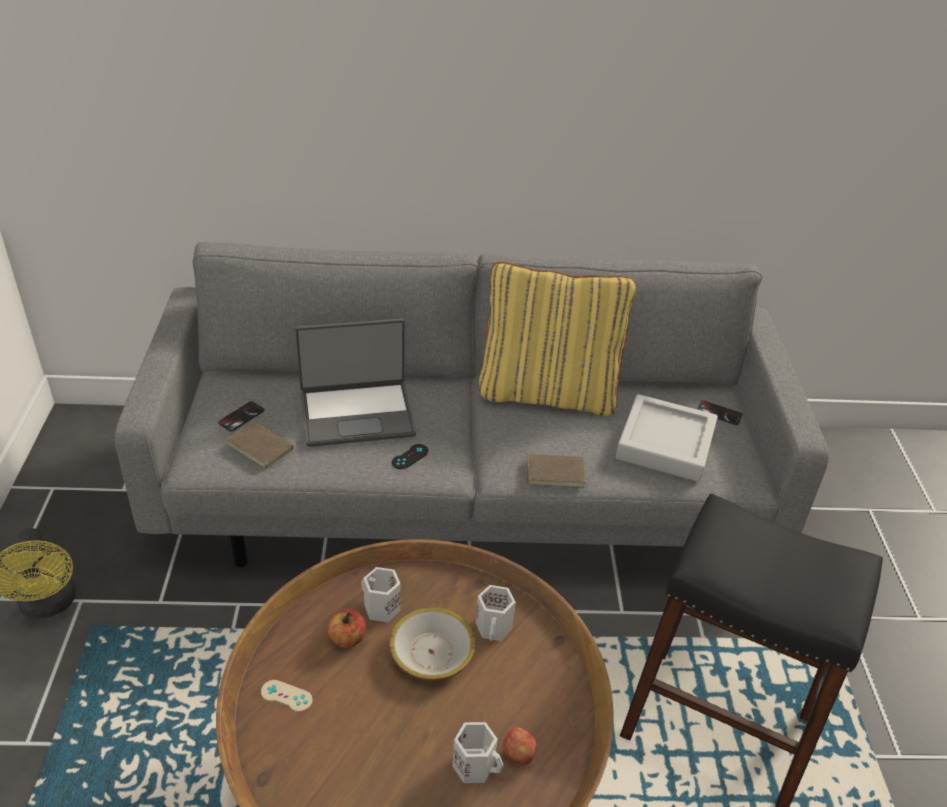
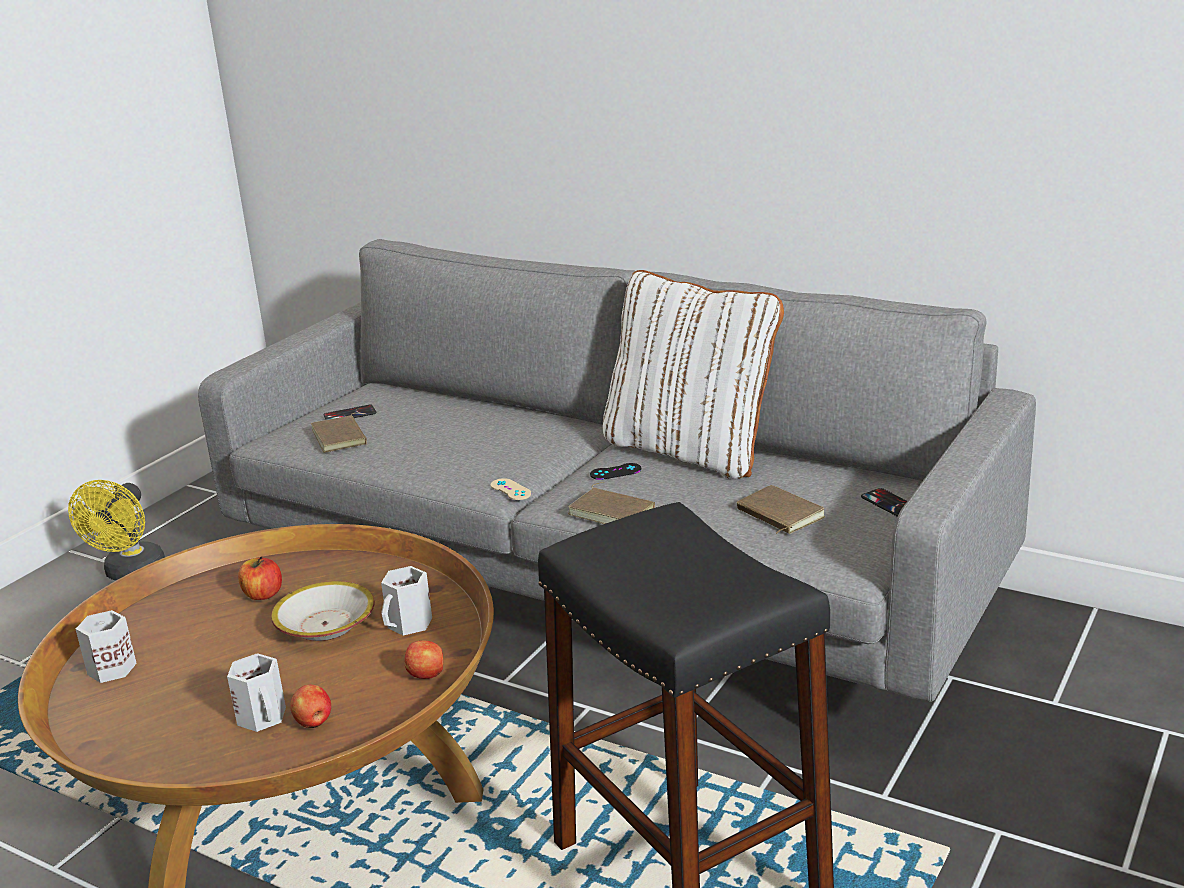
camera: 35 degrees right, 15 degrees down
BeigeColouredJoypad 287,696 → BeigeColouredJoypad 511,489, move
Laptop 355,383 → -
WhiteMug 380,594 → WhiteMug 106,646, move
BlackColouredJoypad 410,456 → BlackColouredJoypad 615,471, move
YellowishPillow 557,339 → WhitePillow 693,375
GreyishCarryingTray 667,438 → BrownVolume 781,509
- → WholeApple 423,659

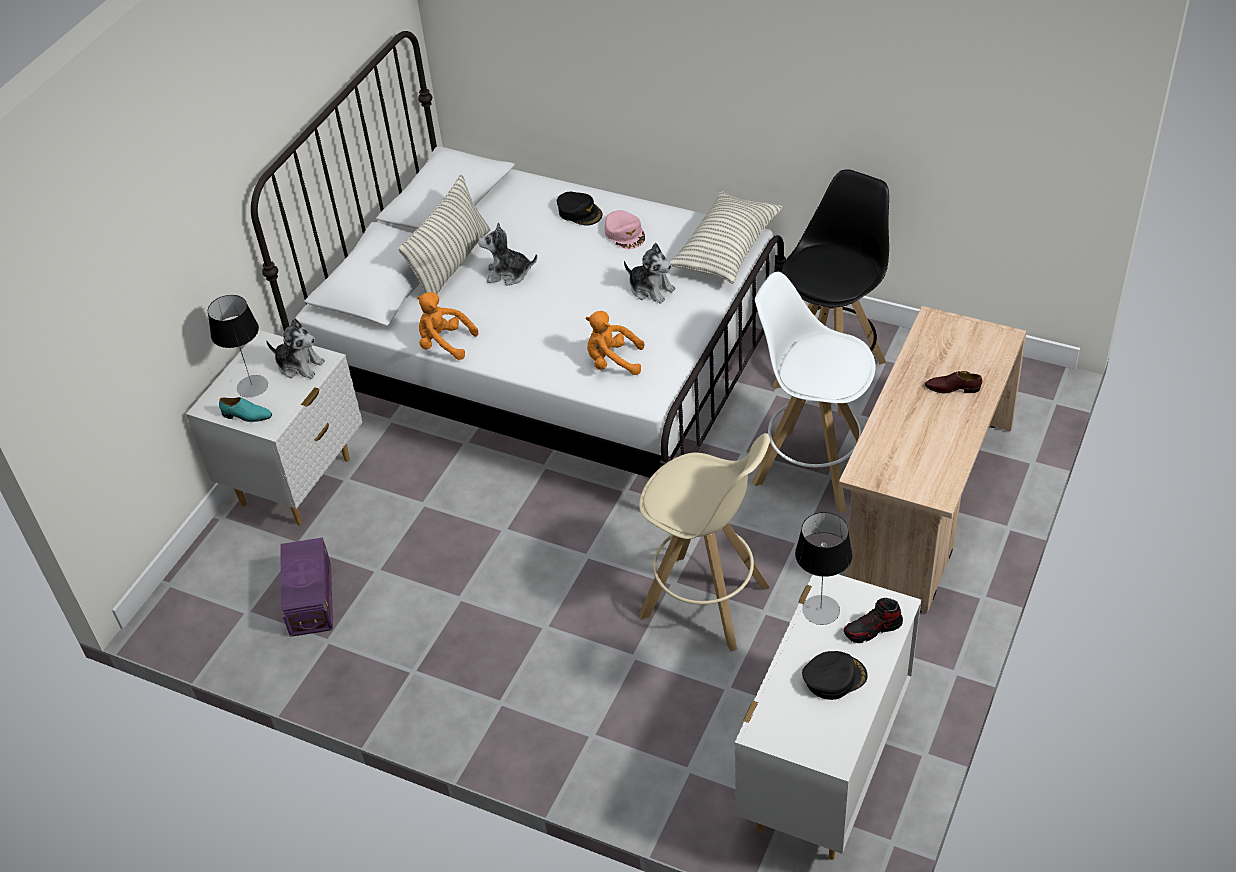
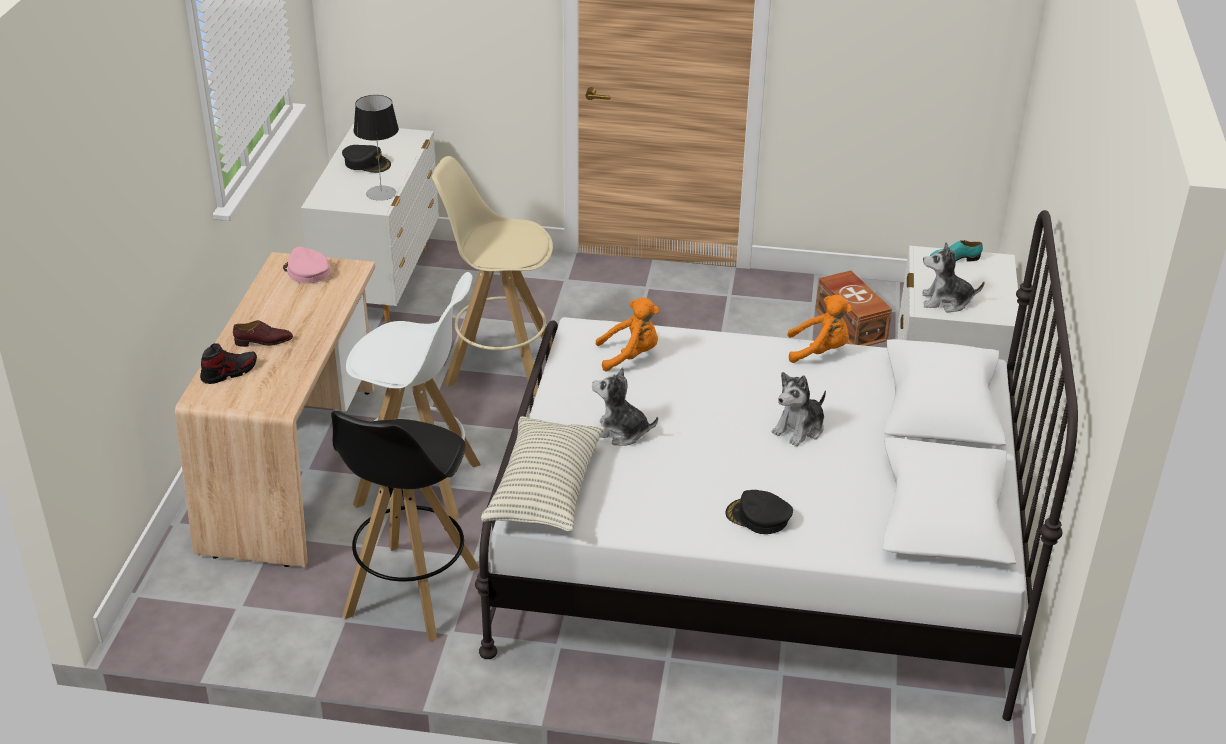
camera: 160 degrees right, 10 degrees down
LampForATable 238,346 → -
PurpleColouredStorageBin 307,587 → BrownStorageBin 853,308
Pillow 444,234 → -
CuddlyToy 507,254 → CuddlyToy 799,409, 150 degrees clockwise
PinkBaseballCap 625,229 → PinkBaseballCap 306,265, move
BlackColouredBaseballCap 835,675 → BlackColouredBaseballCap 366,159, 120 degrees counterclockwise
ItemOfFootwear 873,620 → ItemOfFootwear 228,363, move

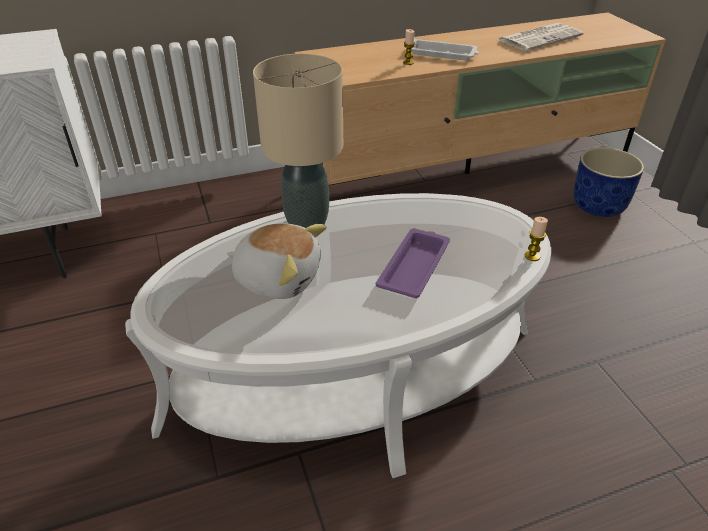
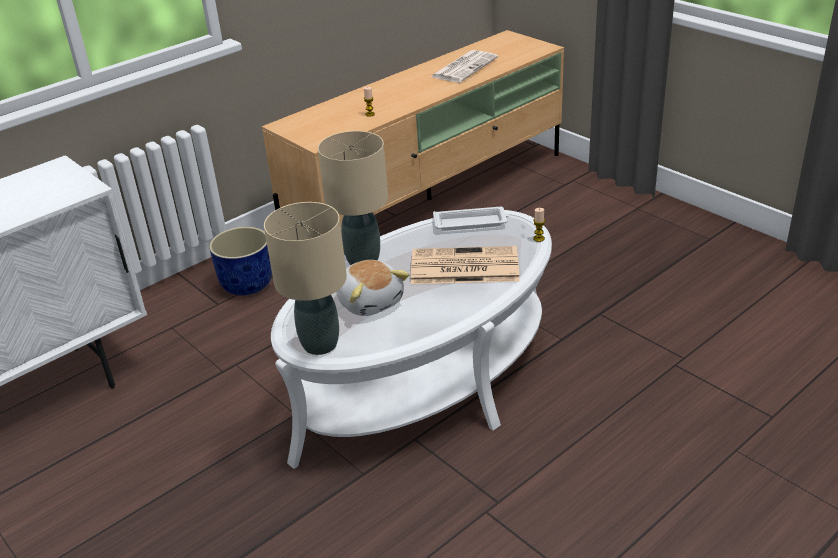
camera: 20 degrees left, 5 degrees down
CuddlyToy 276,261 → CuddlyToy 372,288, 60 degrees clockwise
PurpleColouredCarryingTray 413,263 → Newspaper 465,265
WhiteCarryingTray 442,49 → WhiteCarryingTray 471,219, move
BluishPlanter 608,182 → BluishPlanter 240,261, move
- → BeigeColouredLampForATable 305,278

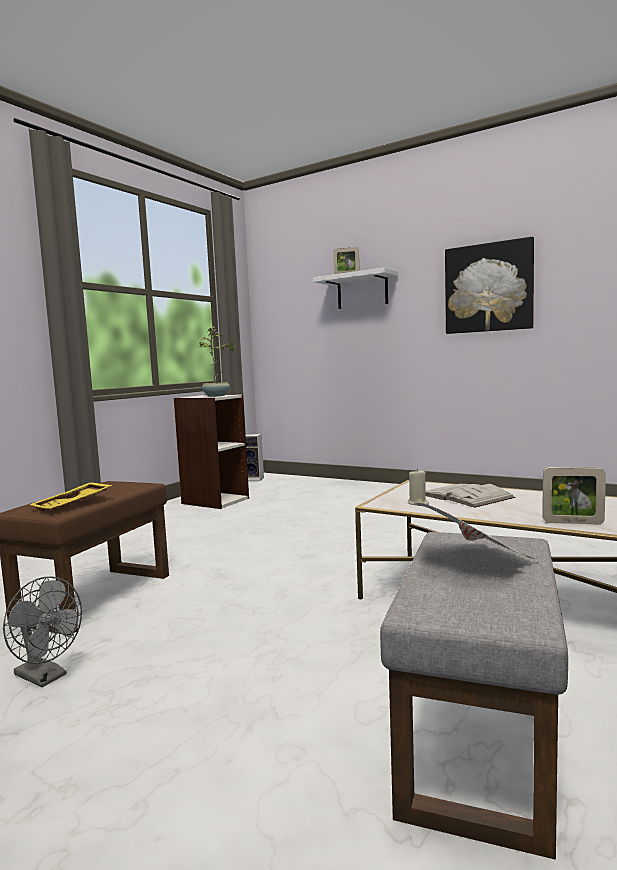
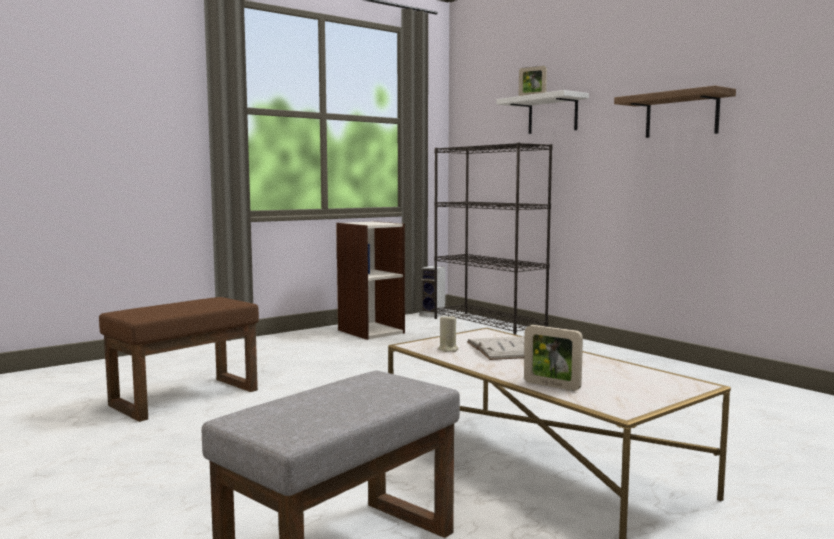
camera: 20 degrees right, 0 degrees up
GreyishElectricFan 42,631 → -
YellowishCarryingTray 71,496 → -
PottedPlant 217,362 → -
Newspaper 476,530 → -
WallPicture 489,285 → WallShelf 675,112
- → BlackColouredBookshelf 493,238

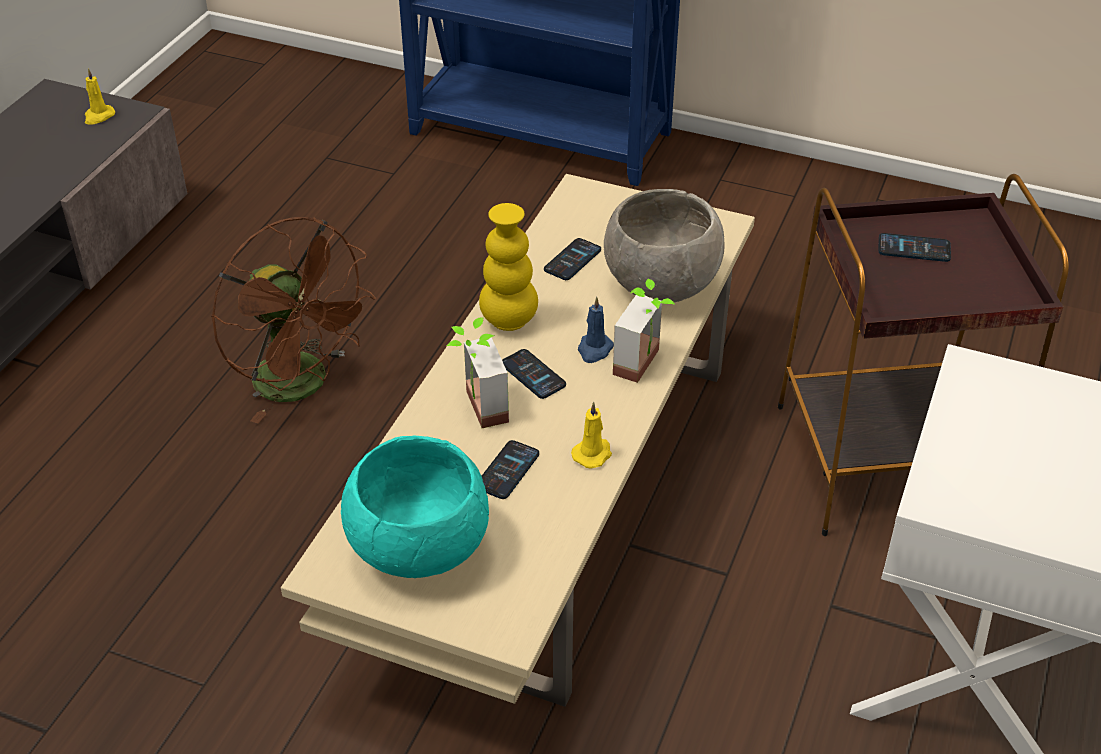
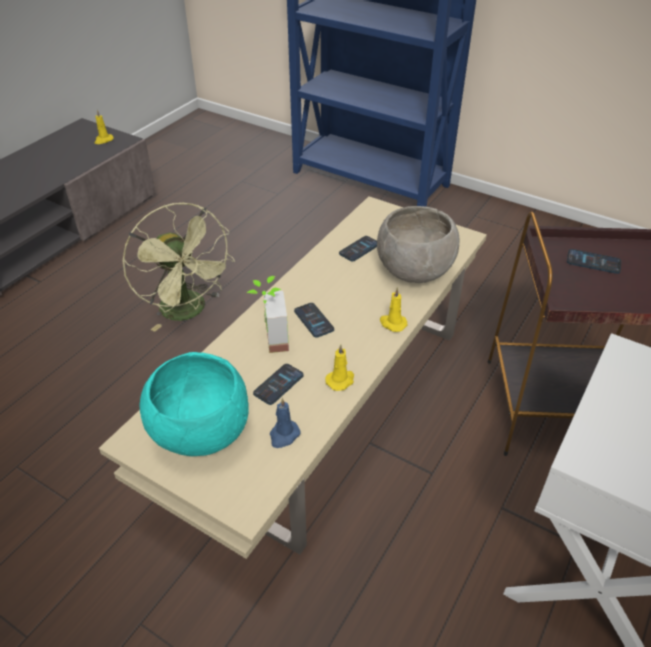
camera: 10 degrees right, 0 degrees up
BrownElectricFan 293,320 → GreenColouredElectricFan 178,267
YellowishDecorativeVase 508,267 → -
BluishCandle 596,330 → BluishCandle 285,423, move
PottedPlant 644,331 → YellowishCandle 393,310

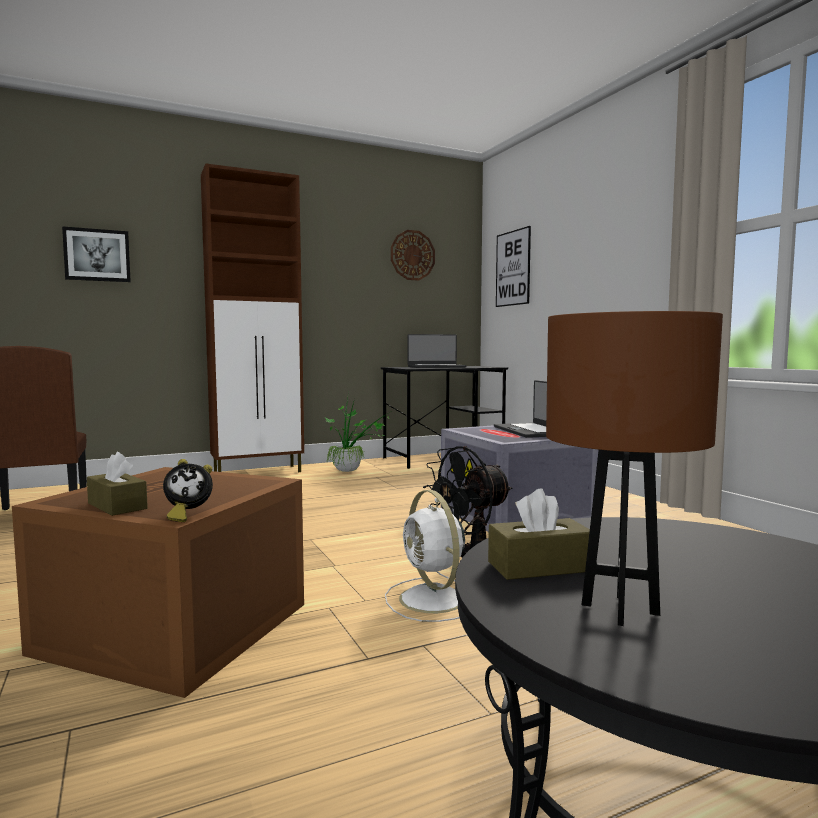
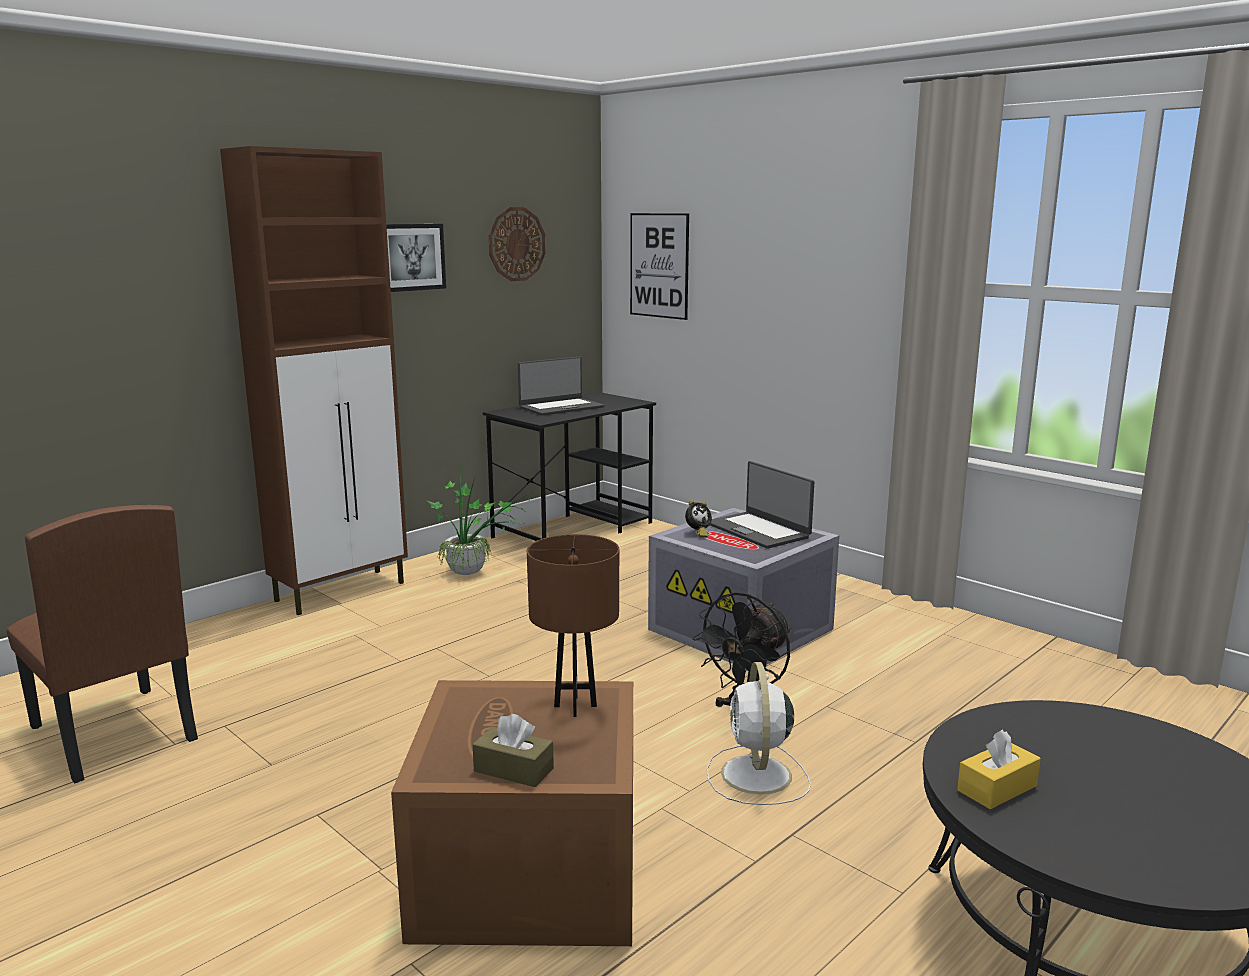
camera: 20 degrees left, 10 degrees up
WallPicture 96,254 → WallPicture 416,258, move
BedsideClock 188,490 → BedsideClock 698,519, move
WhiteElectricFan 425,556 → WhiteElectricFan 759,733, 45 degrees clockwise
BrownTissueBox 539,534 → YellowishTissueBox 999,769
BrownLampForATable 634,468 → BrownLampForATable 573,625, move

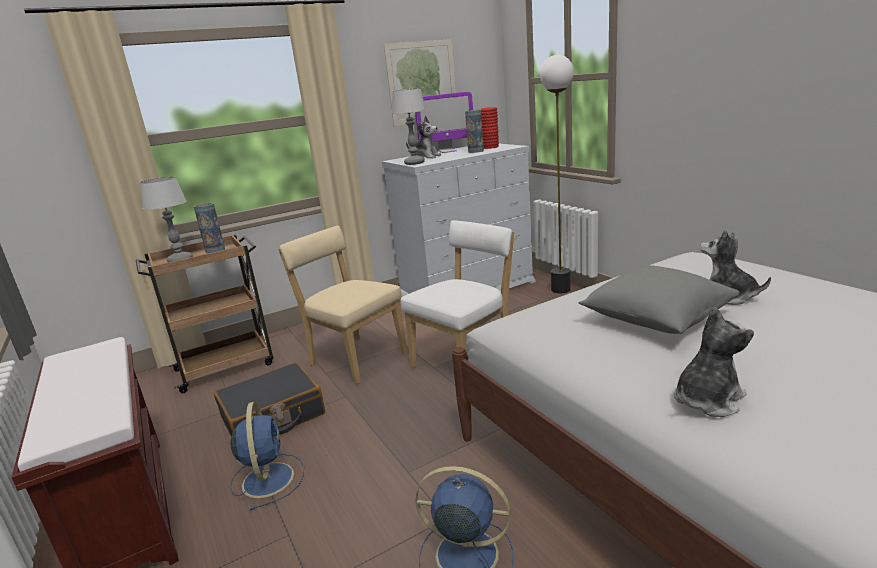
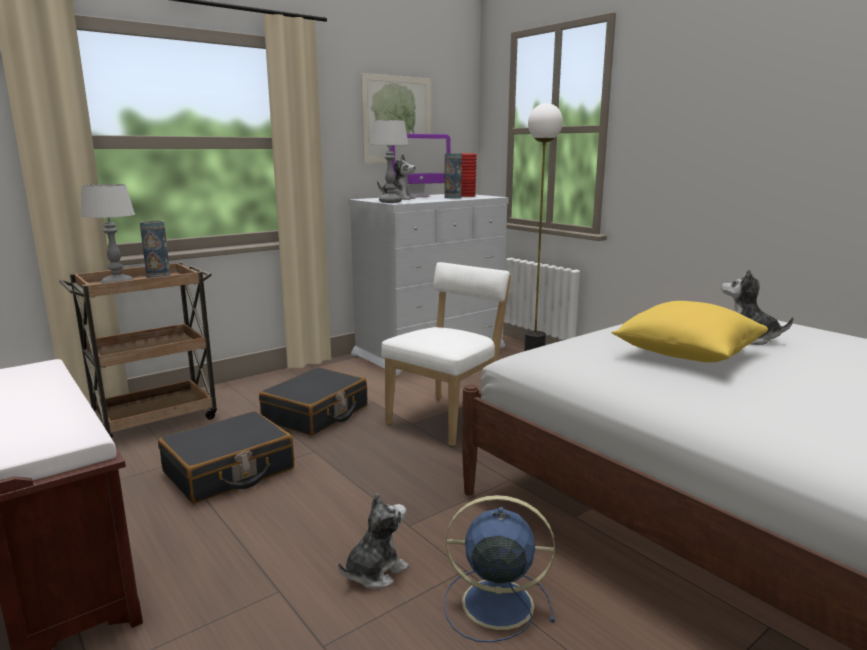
camera: 10 degrees left, 5 degrees down
BluishElectricFan 267,456 → -
BeigeColouredUprightChair 342,305 → BlackColouredPieceOfLuggage 313,401
GreyishPillow 659,299 → YellowishPillow 690,331
CuddlyToy 714,362 → CuddlyToy 373,541, move

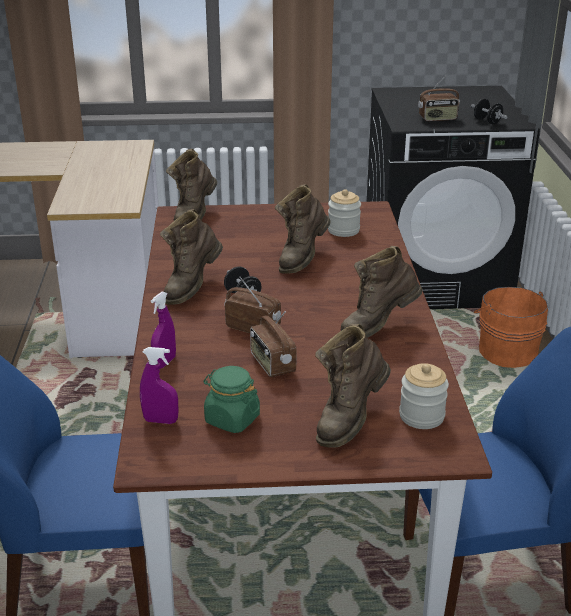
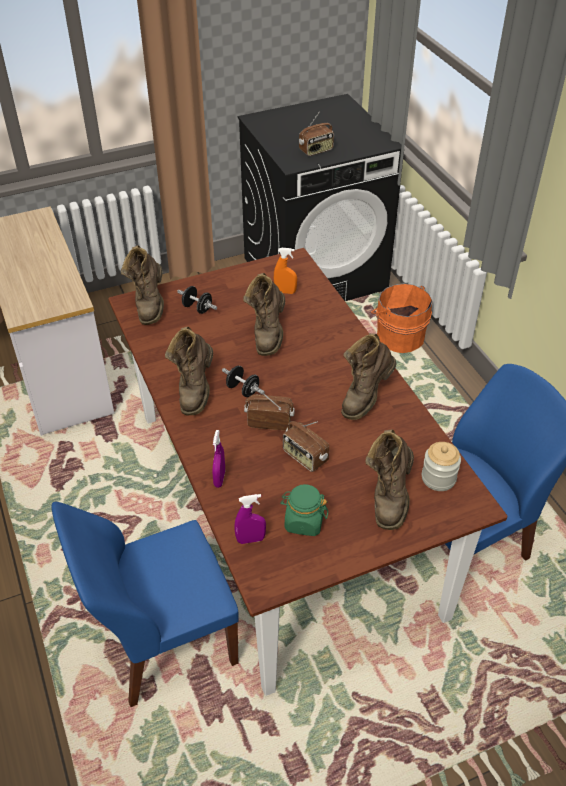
camera: 20 degrees left, 15 degrees up
PreserveJar 344,213 → OrangeColouredHandSprayer 285,271
BlackColouredDumbbell 489,111 → BlackColouredDumbbell 197,300, move

